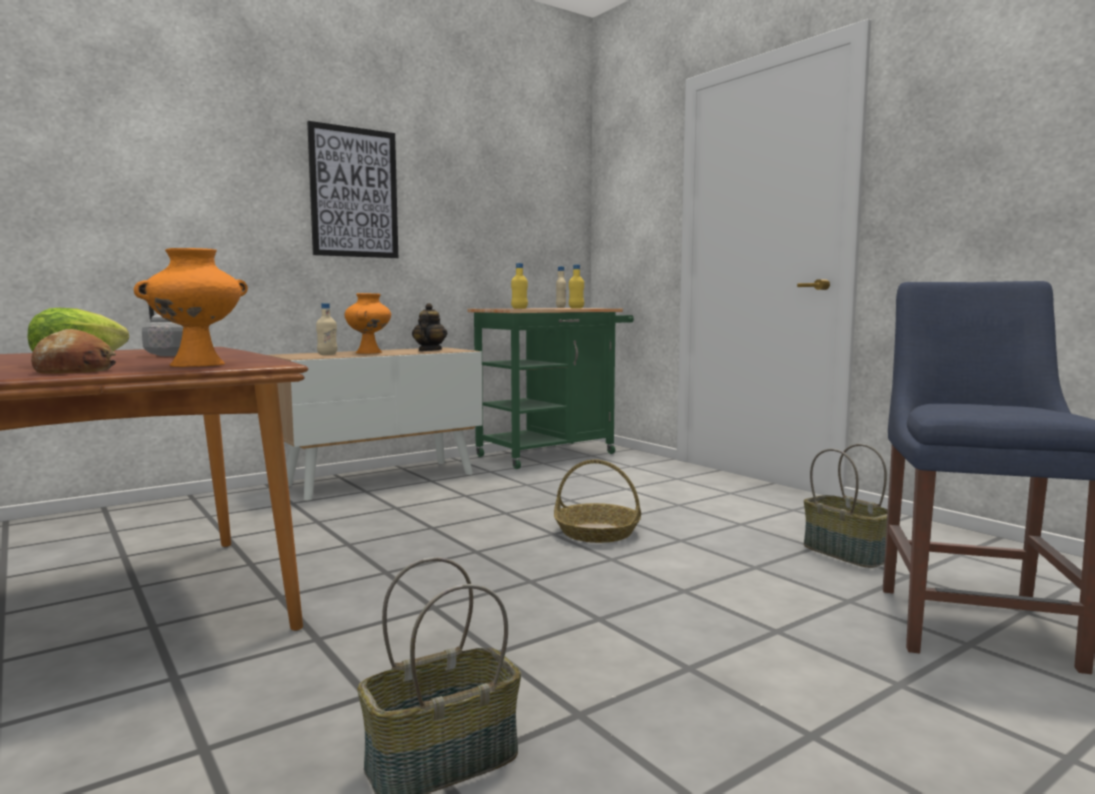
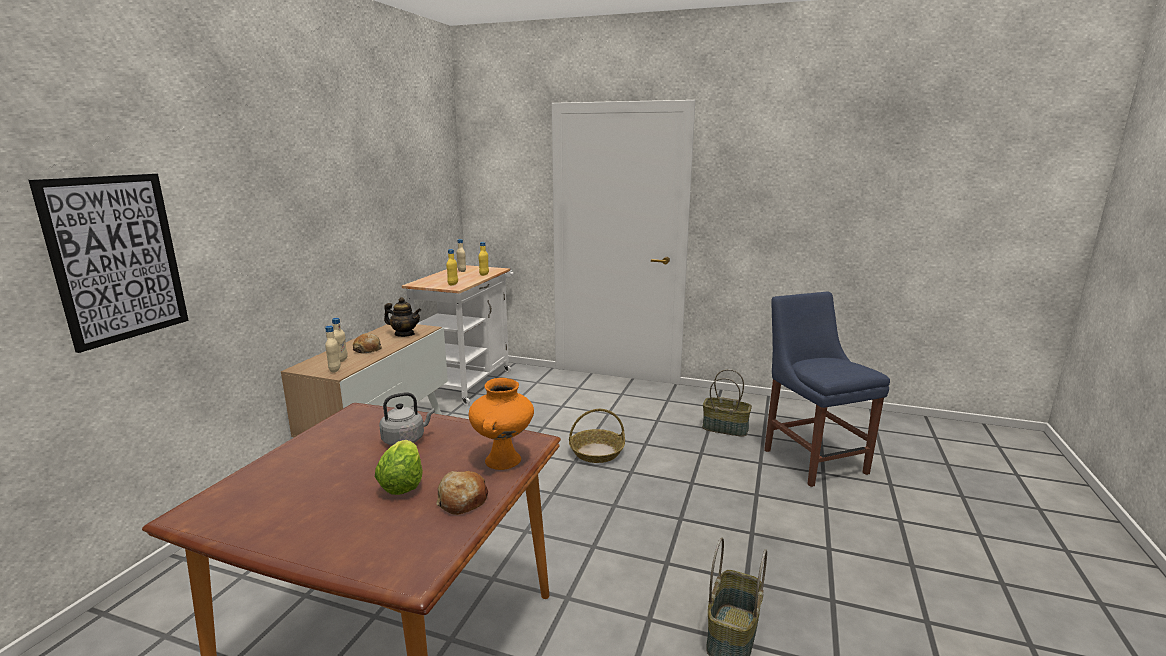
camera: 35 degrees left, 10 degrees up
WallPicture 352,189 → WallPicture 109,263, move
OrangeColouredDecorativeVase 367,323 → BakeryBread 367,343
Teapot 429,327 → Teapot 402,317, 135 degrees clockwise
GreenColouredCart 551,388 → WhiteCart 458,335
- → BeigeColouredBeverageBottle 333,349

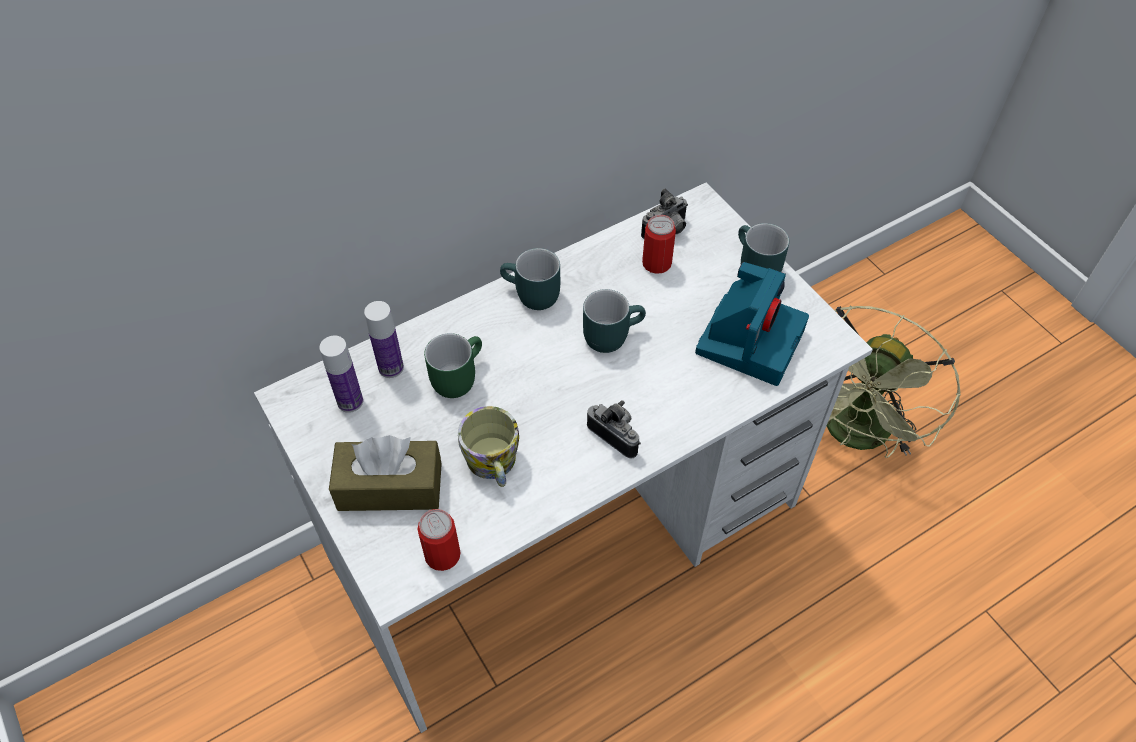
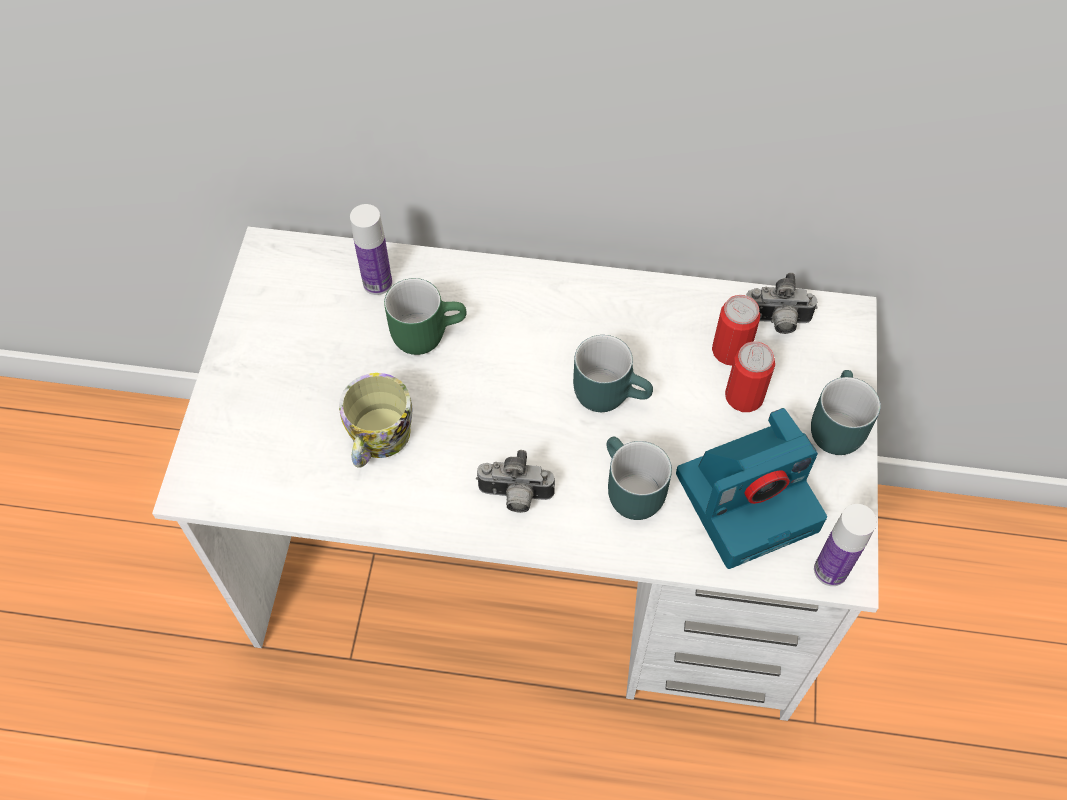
camera: 40 degrees right, 5 degrees up
BeverageBottle 341,374 → BeverageBottle 845,545, move
BrownTissueBox 385,473 → -
Can 439,540 → Can 750,377, move
TurquoiseColouredMug 530,279 → TurquoiseColouredMug 639,478, move
StillCamera 614,429 → StillCamera 515,481, 105 degrees clockwise
GreenColouredElectricFan 894,382 → -

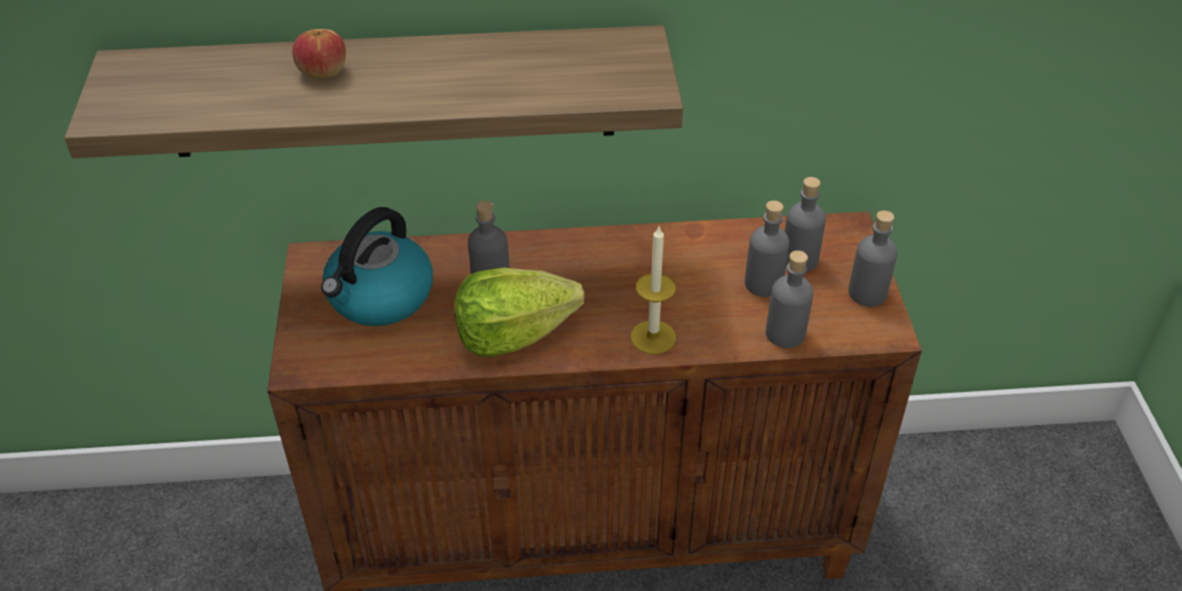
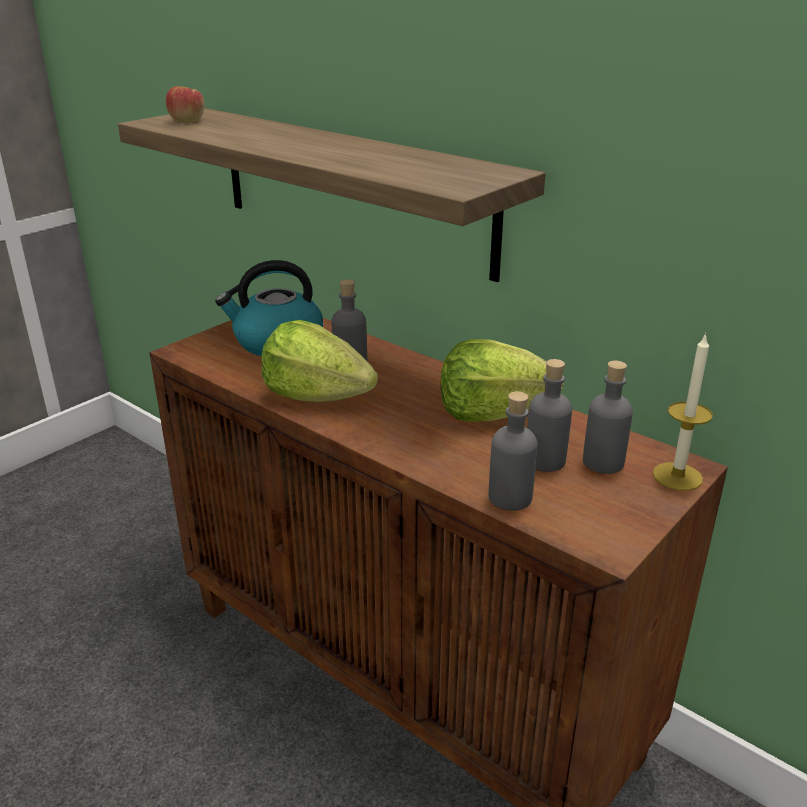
camera: 45 degrees right, 15 degrees down
WholeApple 319,54 → WholeApple 185,104, move
Candle 653,290 → Candle 683,412, move
GreyishBeverageBottle 873,258 → -
- → LettuceHead 502,380

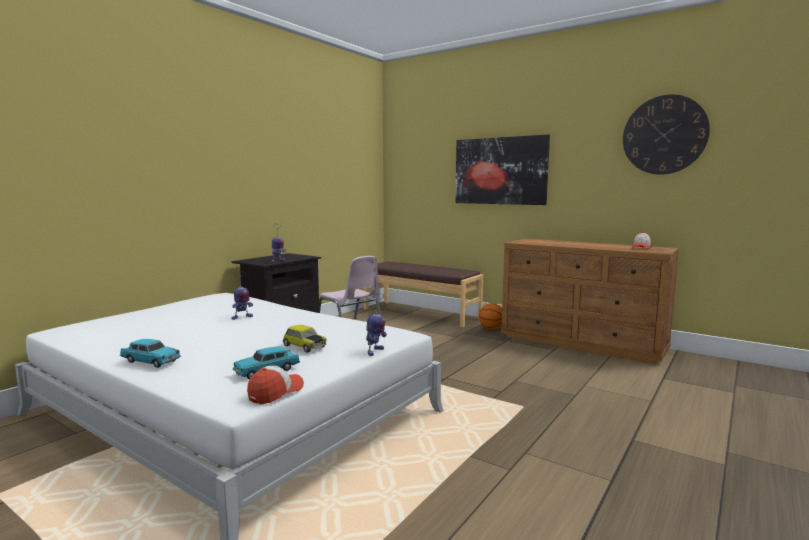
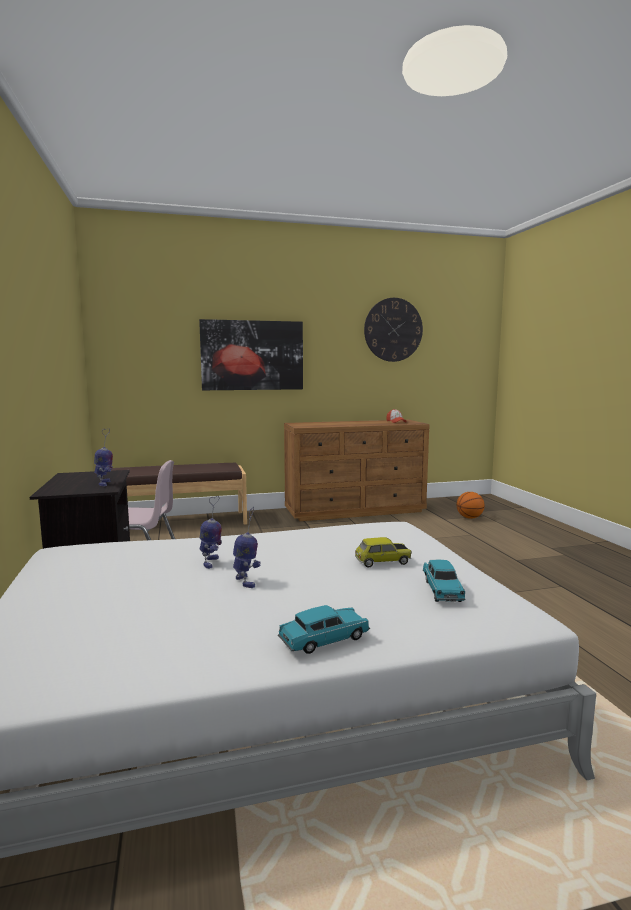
camera: 50 degrees left, 0 degrees up
BaseballCap 275,385 → -
RobotFigure 376,325 → RobotFigure 247,547, move
BallForBasketball 490,316 → BallForBasketball 471,505, move

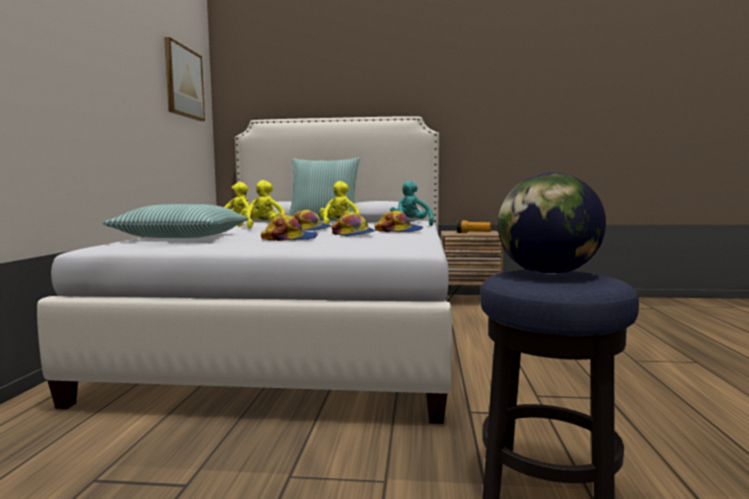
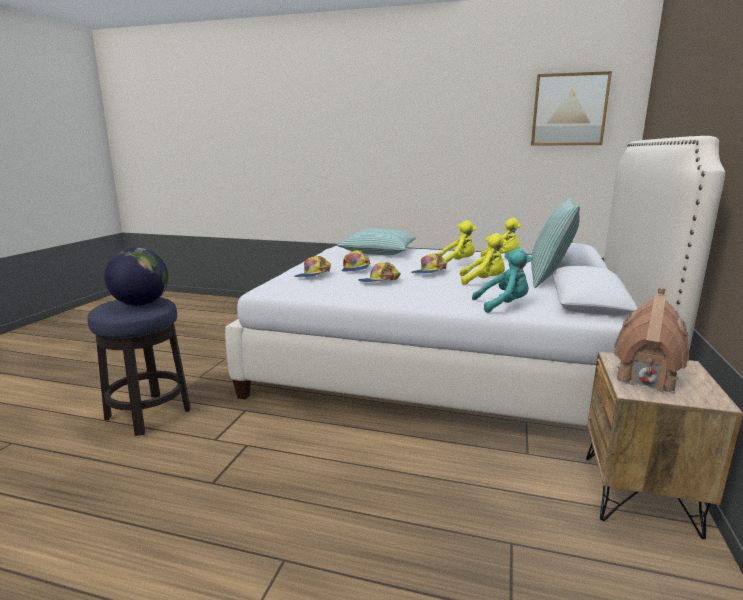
camera: 100 degrees right, 10 degrees up
BaseballCap 399,221 → BaseballCap 312,266, move
Torch 474,226 → ModelHouse 651,340

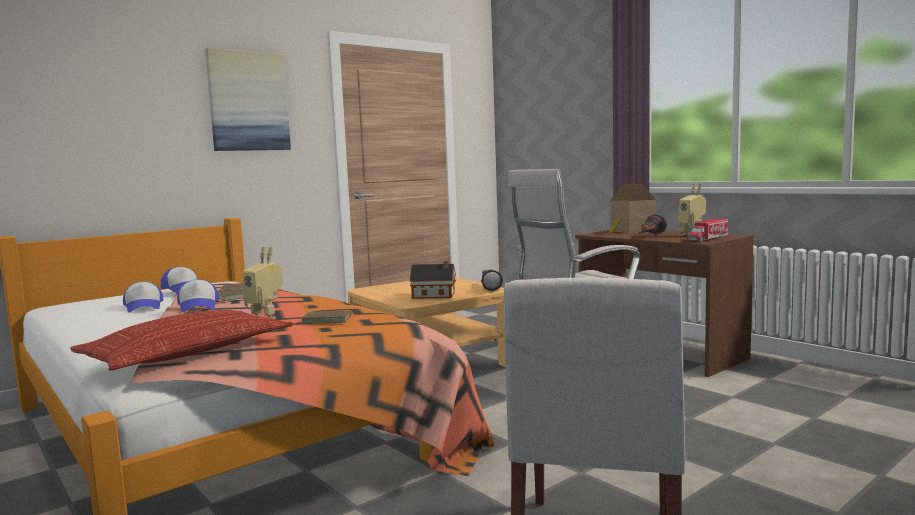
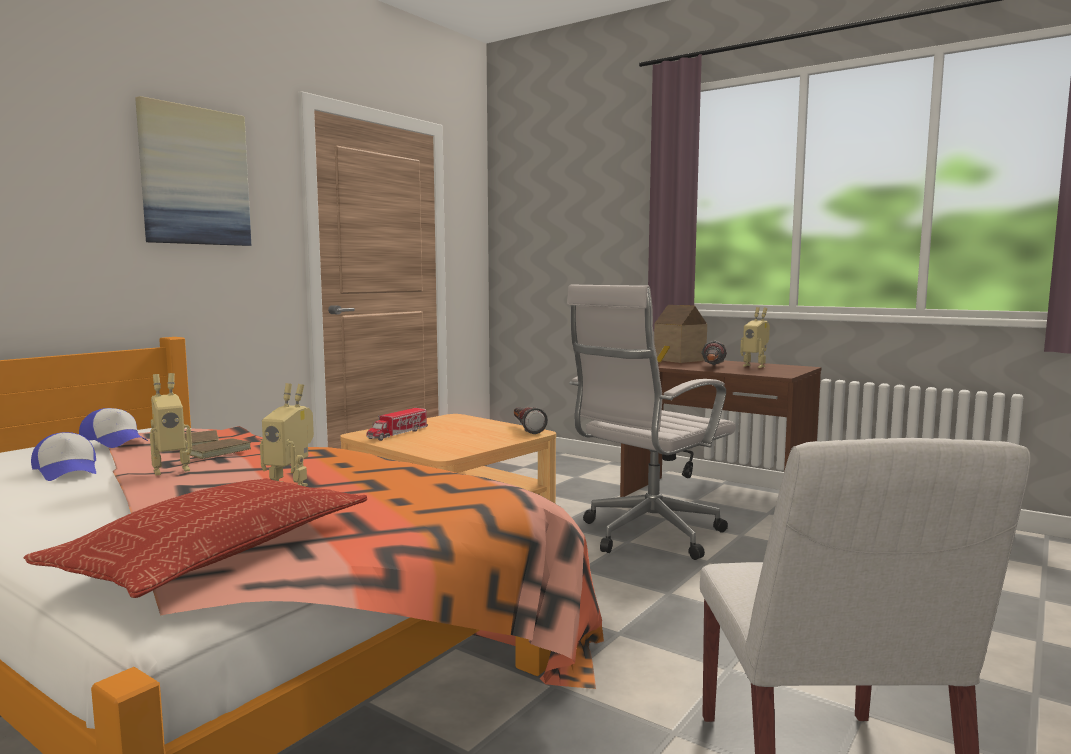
camera: 15 degrees left, 0 degrees up
BaseballCap 198,296 → RobotFigure 171,424
BrownVolume 326,317 → -
ModelHouse 433,280 → -
ModelTruck 707,230 → ModelTruck 397,424, move

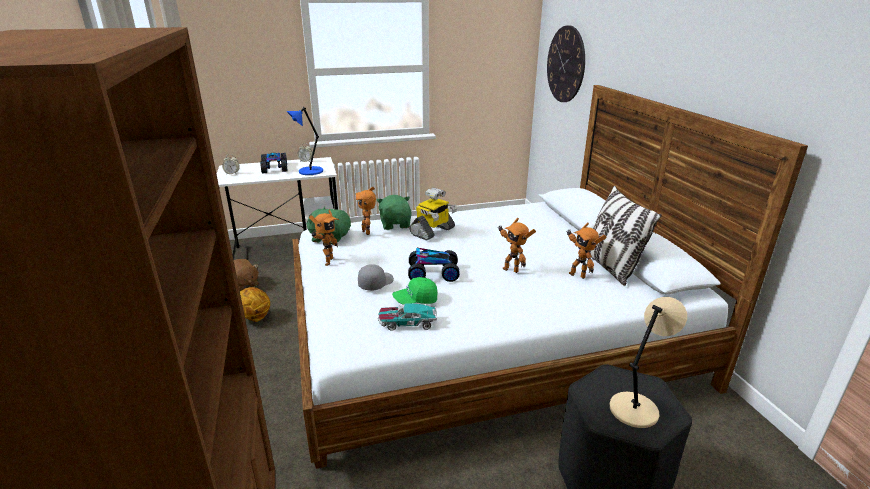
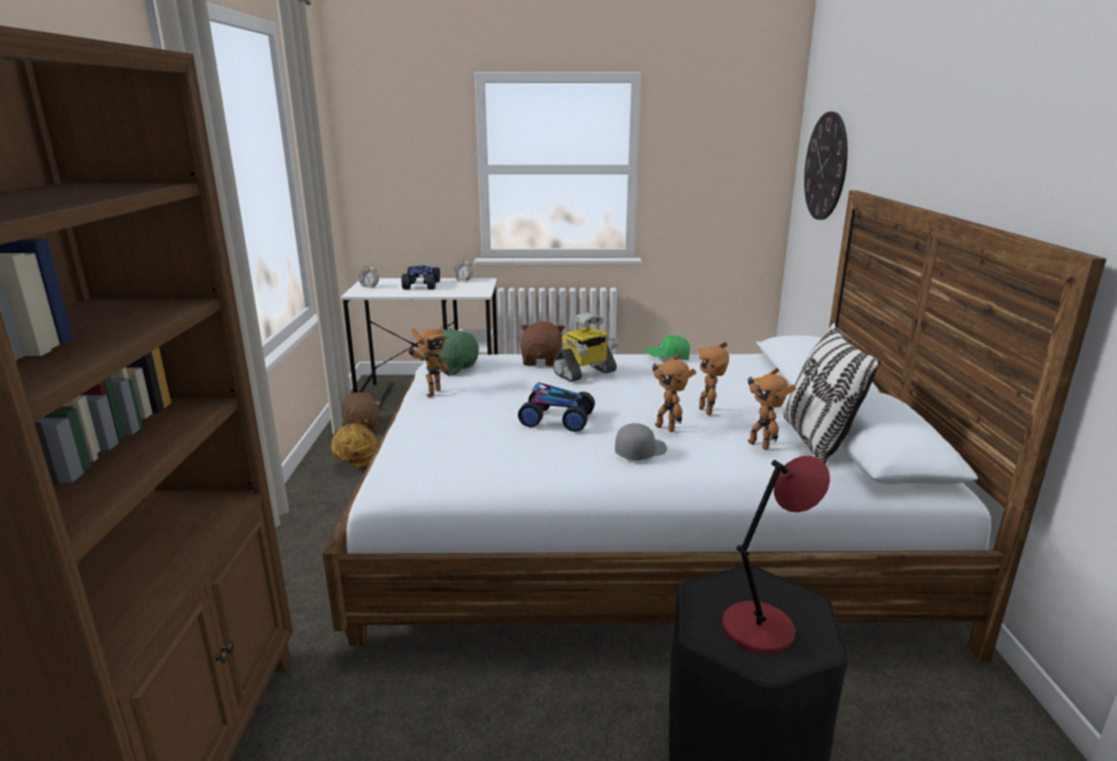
camera: 15 degrees right, 5 degrees down
BluishLampForATable 305,141 → -
RobotFigure 366,211 → RobotFigure 713,378, move
GreyishBaseballCap 376,277 → GreyishBaseballCap 641,441, move
GreenColouredCuddlyToy 394,212 → BrownCuddlyToy 542,343
MiniatureCar 407,317 → -
GreenColouredBaseballCap 414,290 → GreenColouredBaseballCap 667,347, move
BeigeColouredLampForATable 648,362 → ReddishLampForATable 776,554

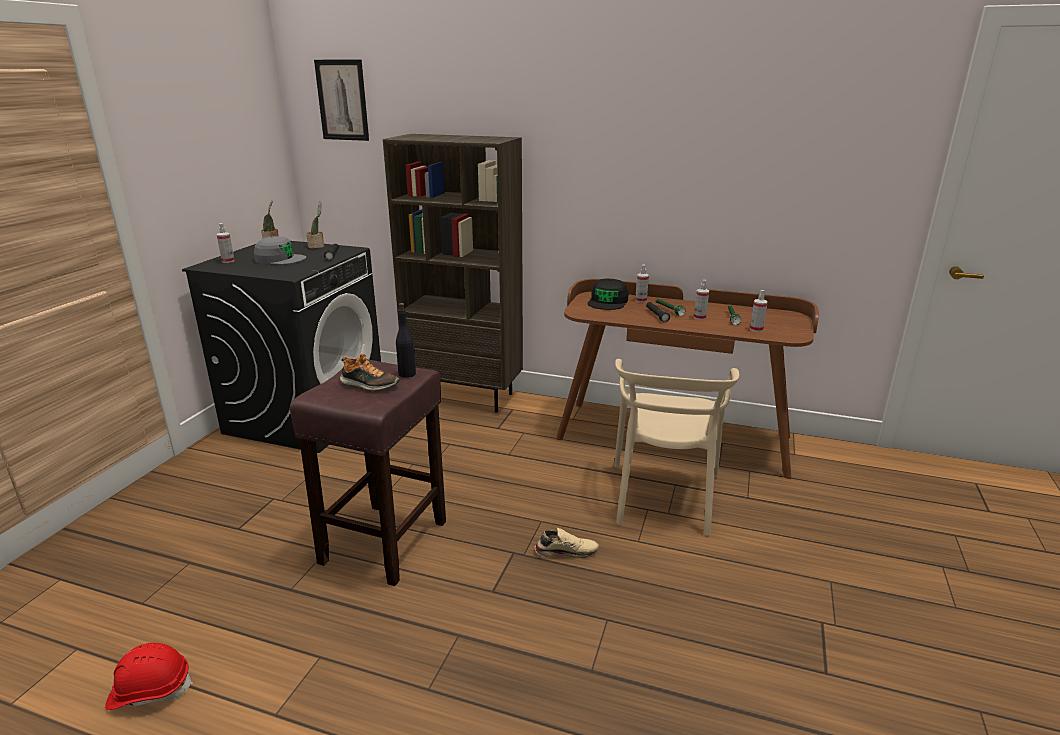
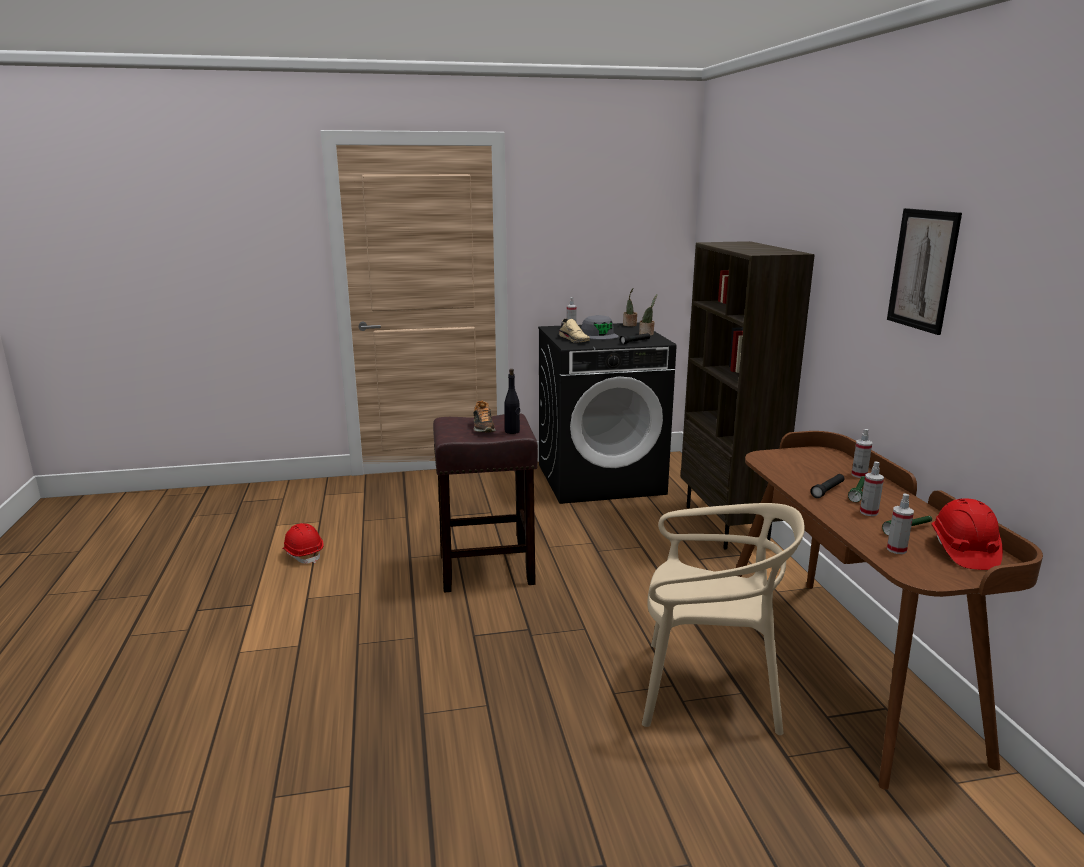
camera: 60 degrees right, 5 degrees down
WallPicture 341,100 → WallPicture 924,271, move
BeigeColouredItemOfFootwear 567,543 → BeigeColouredItemOfFootwear 574,331, move
BlackColouredBaseballCap 608,294 → -
BeigeColouredUprightChair 676,447 → BeigeColouredUprightChair 723,619, 150 degrees counterclockwise
- → ReddishWorkHelmet 967,534

